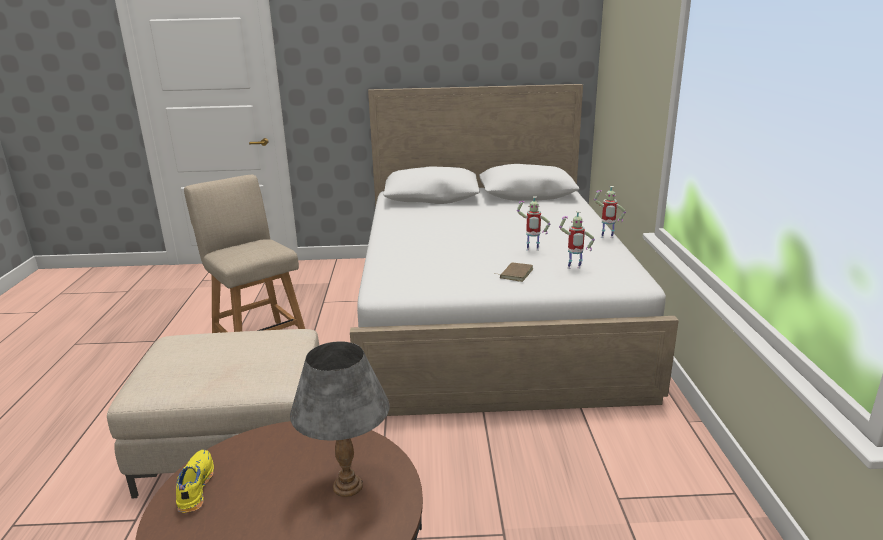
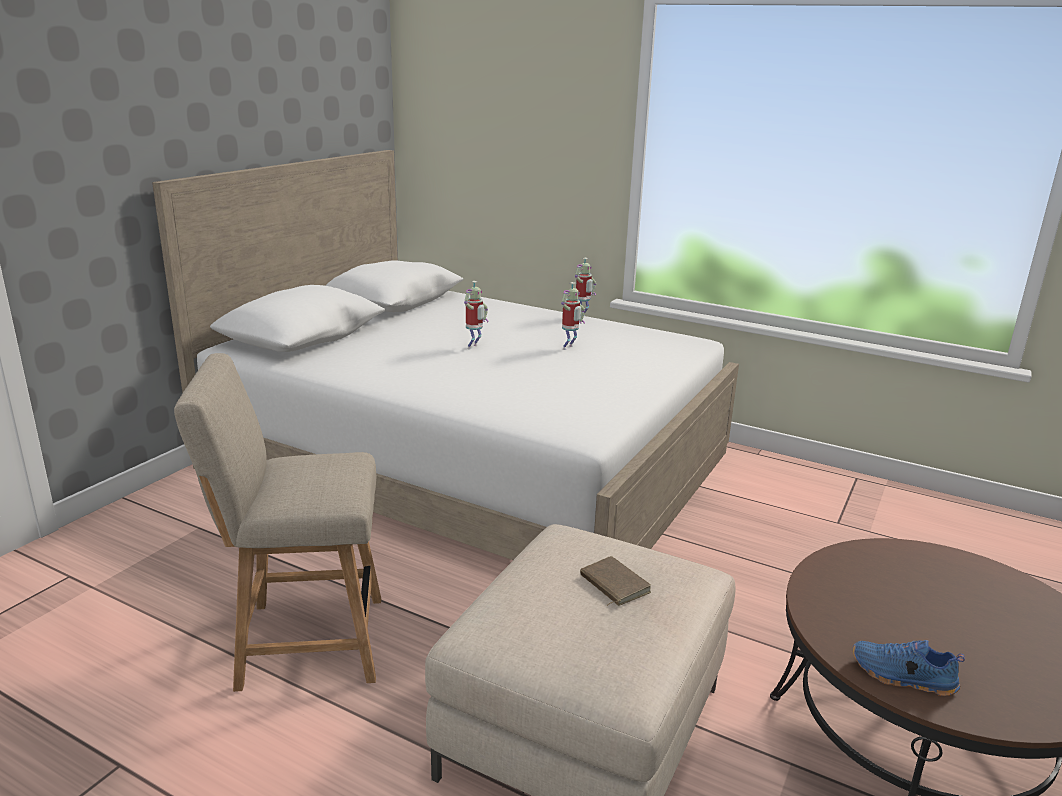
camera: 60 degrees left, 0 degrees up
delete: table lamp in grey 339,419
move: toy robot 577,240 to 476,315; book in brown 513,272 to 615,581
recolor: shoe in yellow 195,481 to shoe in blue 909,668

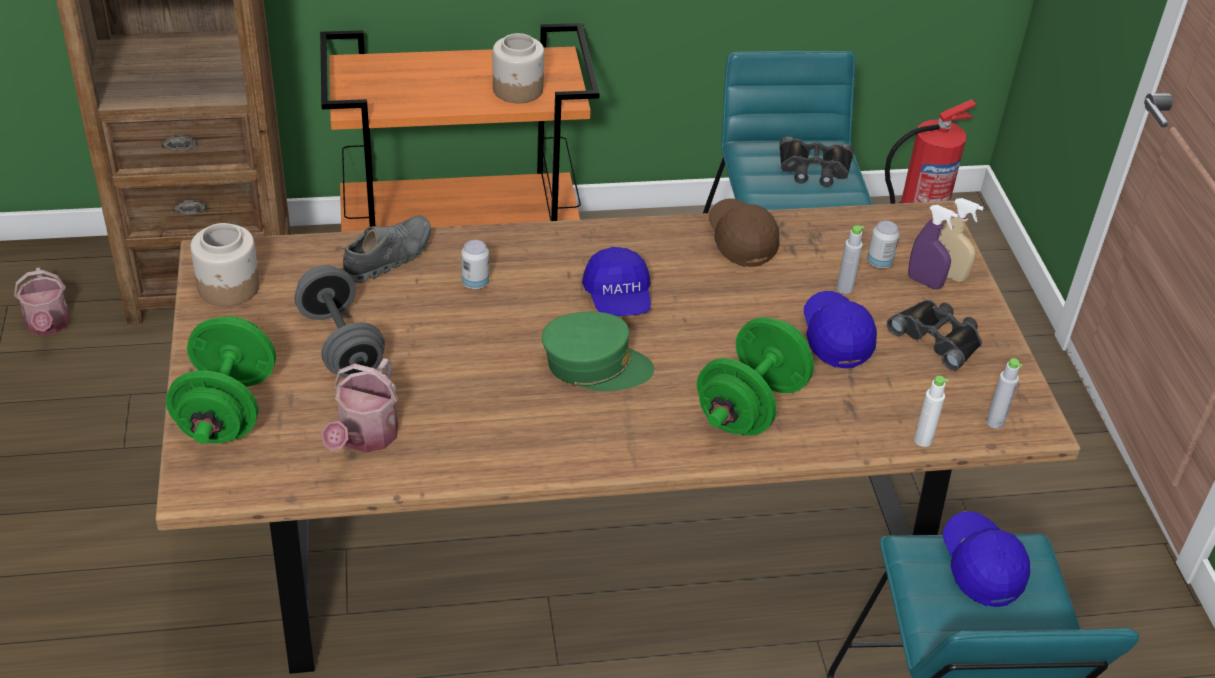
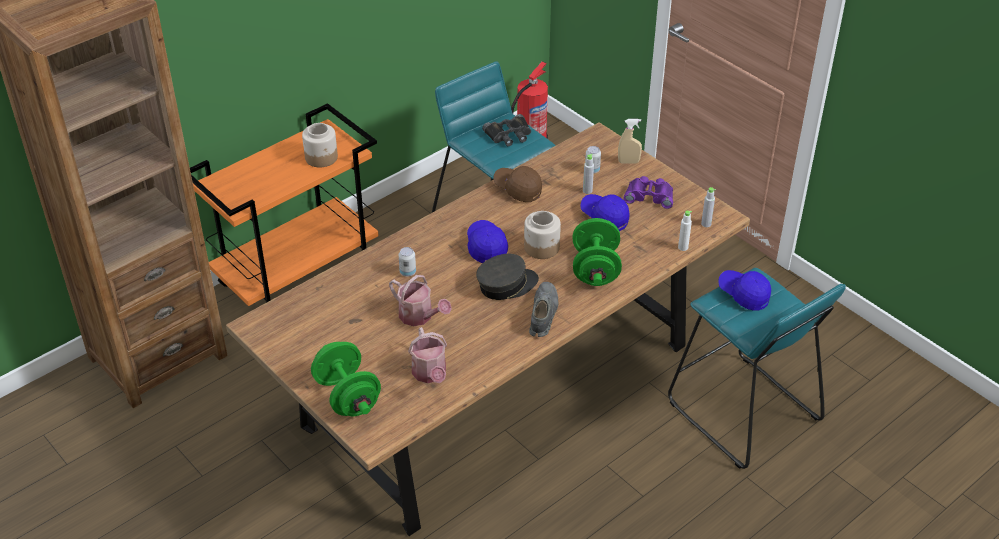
camera: 30 degrees left, 0 degrees up
delete: dumbbell in grey 340,321; spray bottle in purple 933,247
move: watering can 42,302 to 420,300; jar 225,265 to 542,235; shoe in grey 386,249 to 543,309
recolor: cap in green 598,351 to cap in grey 507,277; binoculars in black 934,335 to binoculars in purple 648,192
rotate: cap in blue 616,281 = 487,241 150 degrees counterclockwise

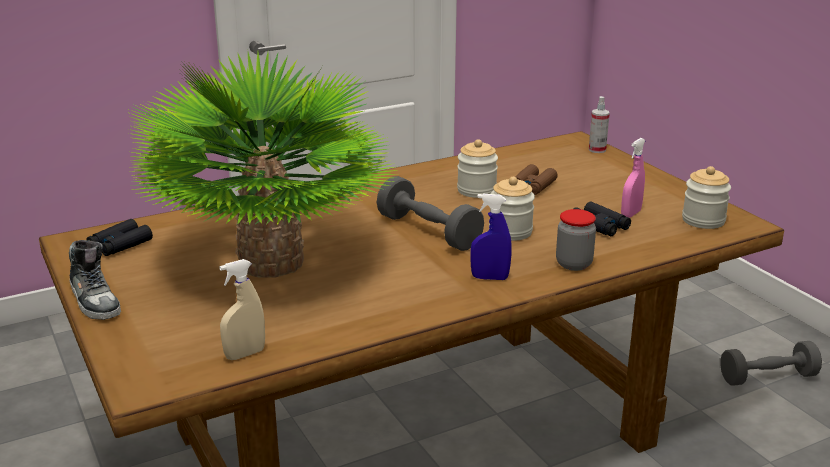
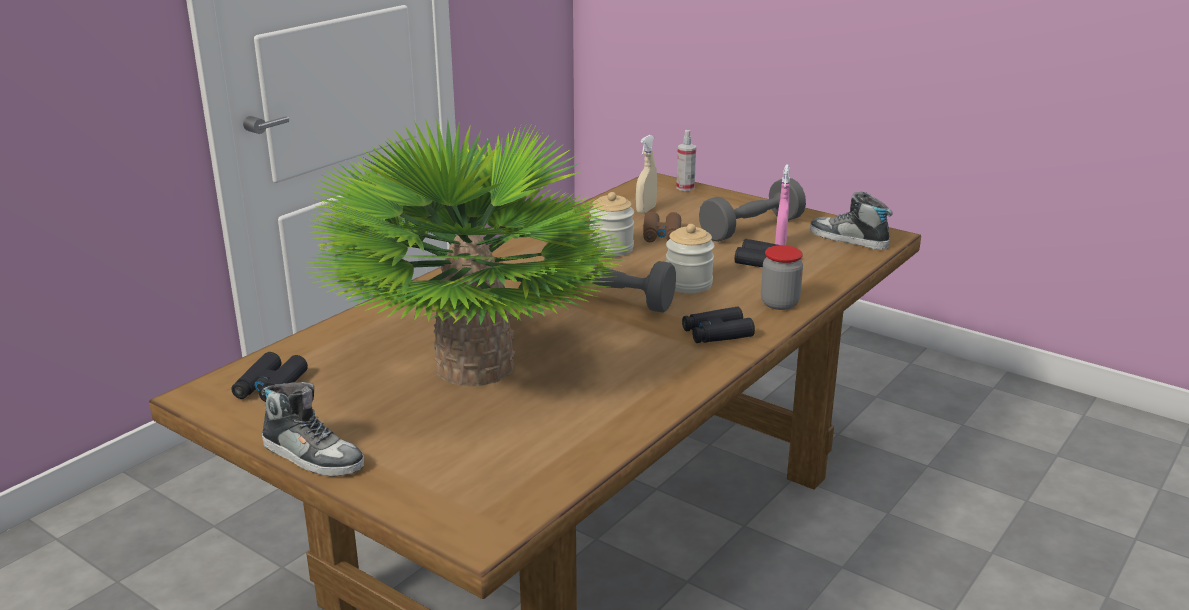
camera: 25 degrees left, 0 degrees up
move: spray bottle in beige 242,309 to 646,174; dumbbell in grey 771,363 to 752,210
replace: spray bottle in blue 490,237 to binoculars in black 718,325; jar 706,197 to shoe 851,221

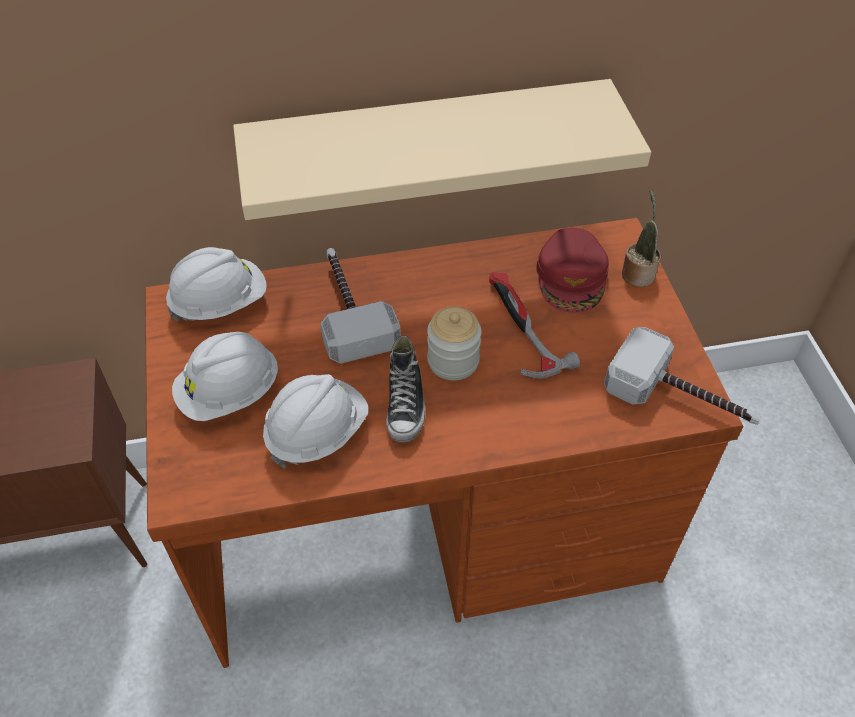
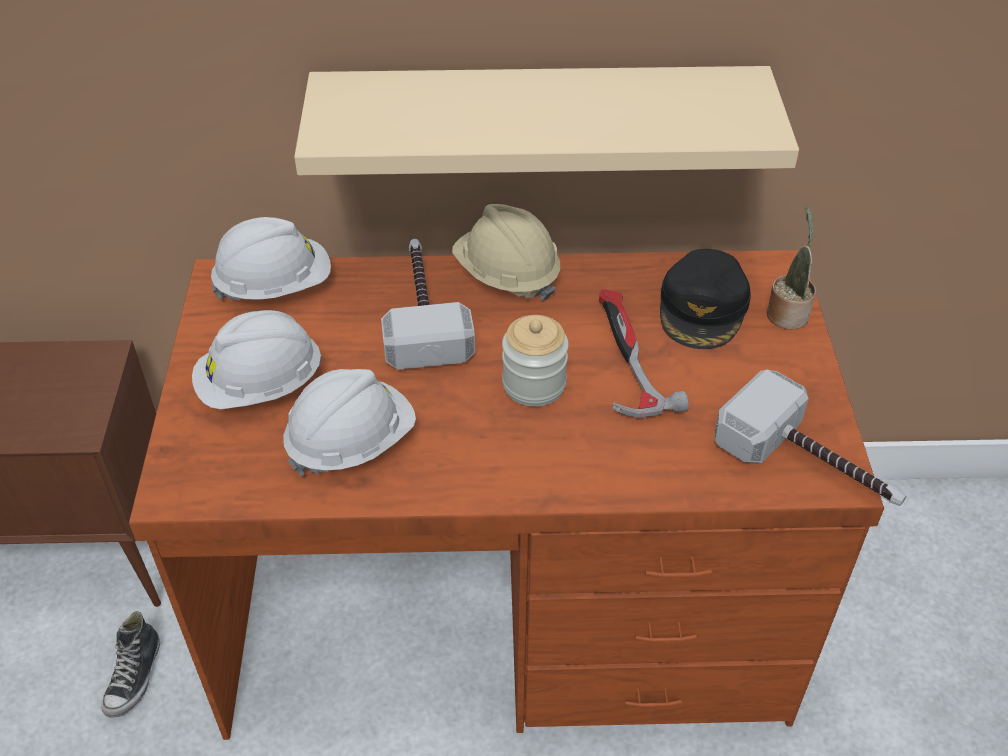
camera: 10 degrees right, 5 degrees down
insert: hard hat in beige 506,252
move: shoe 405,389 to 130,664
recolor: cap in red 572,270 to cap in black 705,299

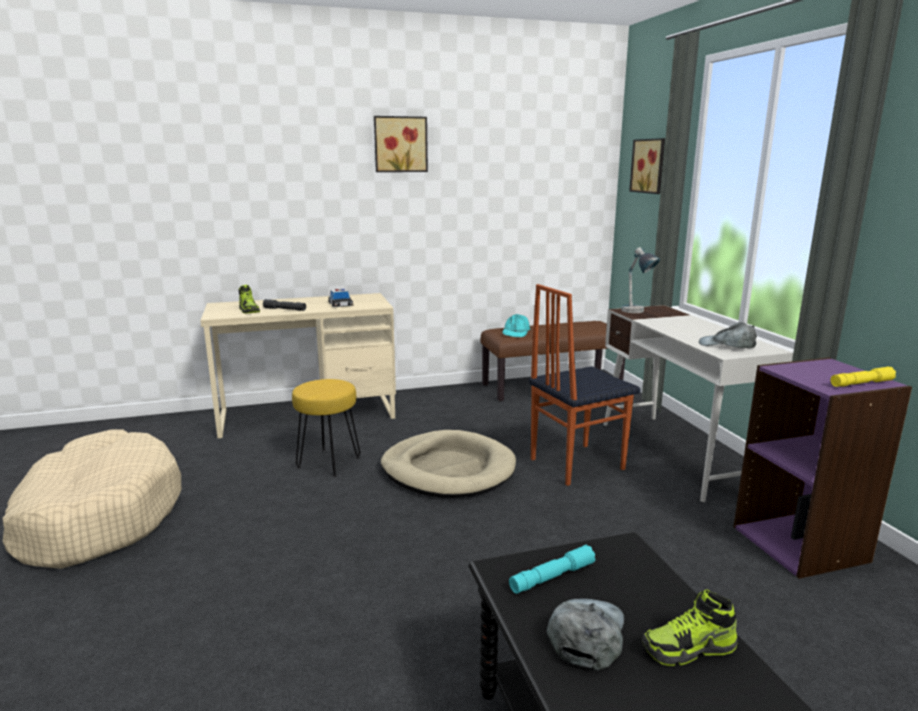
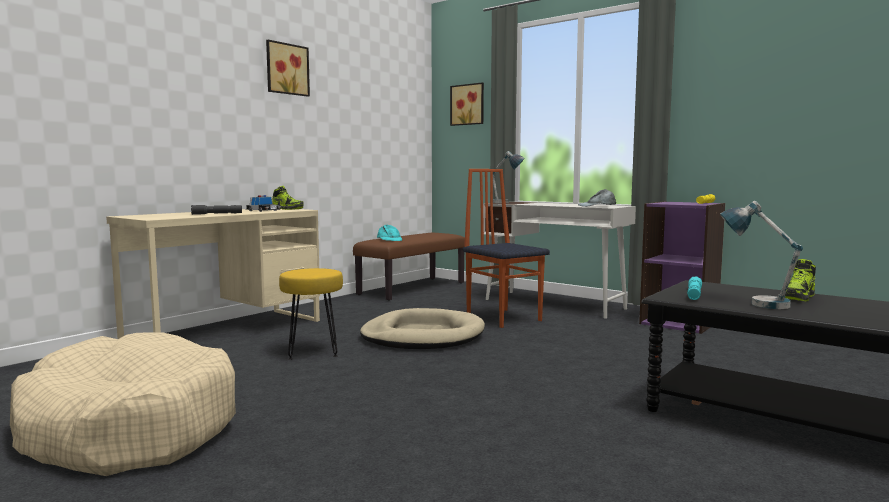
camera: 35 degrees left, 10 degrees down
move: shoe 249,299 to 288,198
replace: cap in grey 585,634 to table lamp 761,255
rotate: chair 585,385 = 506,248 120 degrees clockwise

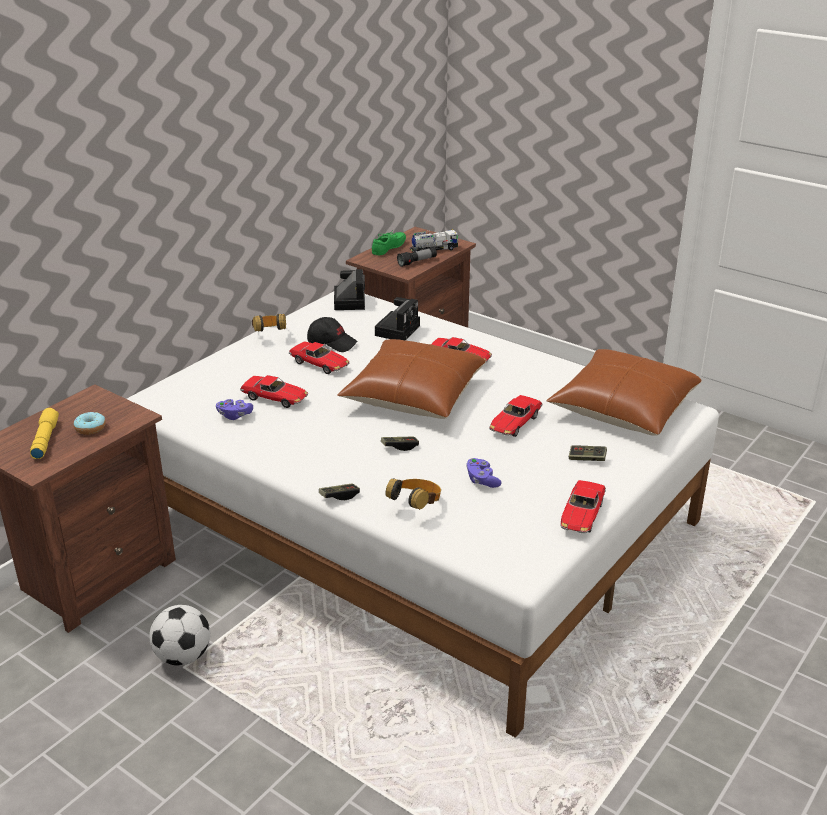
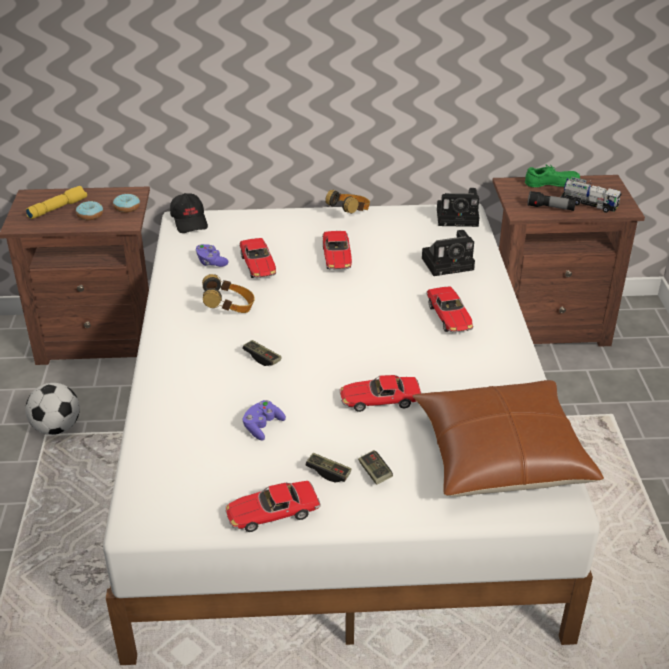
camera: 50 degrees right, 5 degrees up
delete: pillow in brown 411,379
insert: donut 126,203
move: cap in black 332,334 to 189,213; headphones 413,494 to 228,293; game controller 339,491 to 328,467
rotate: photo camera 349,289 = 458,207 45 degrees clockwise

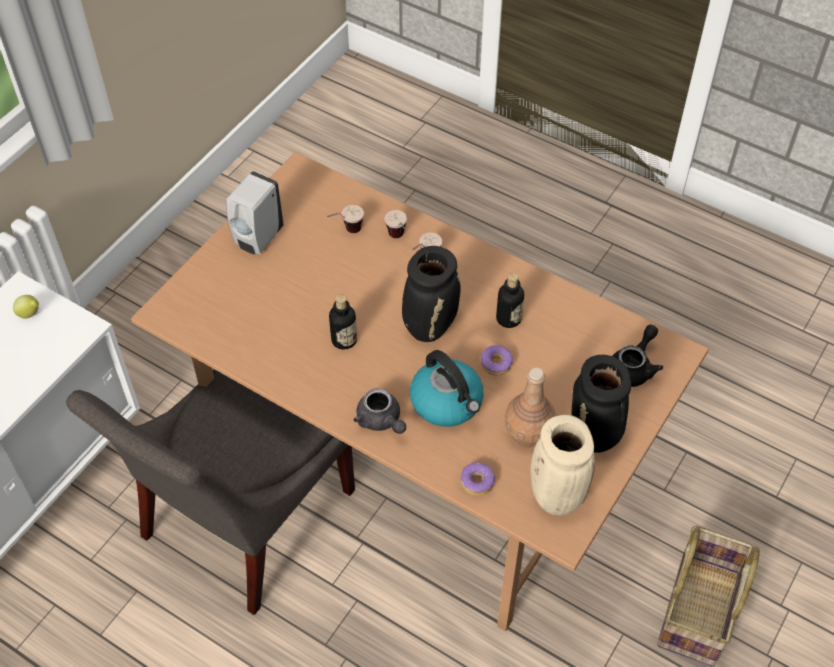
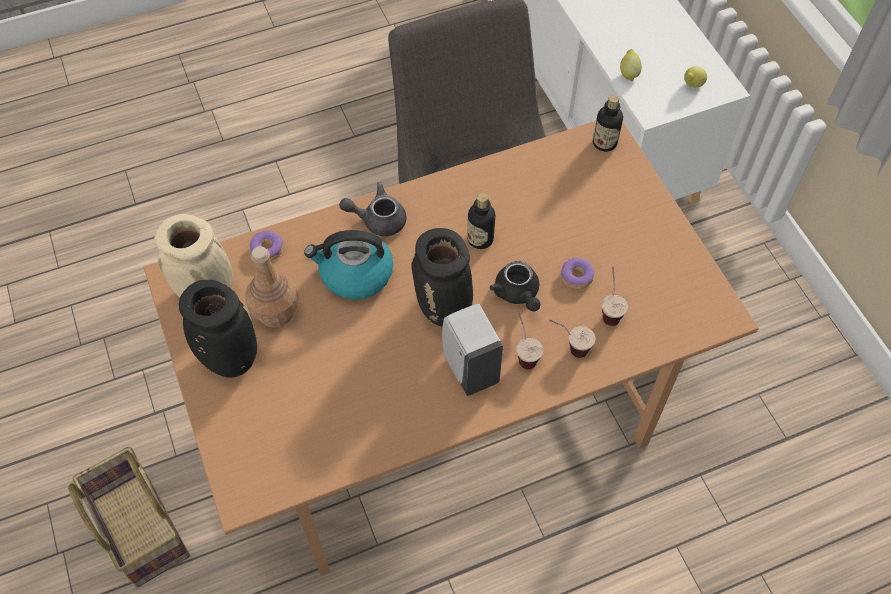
camera: 125 degrees right, 5 degrees up
insert: lemon 631,65
move: soap dispenser in white 255,213 to 472,350; teapot in black 638,355 to 515,286; donut 497,360 to 578,273; bottle 510,300 to 608,123

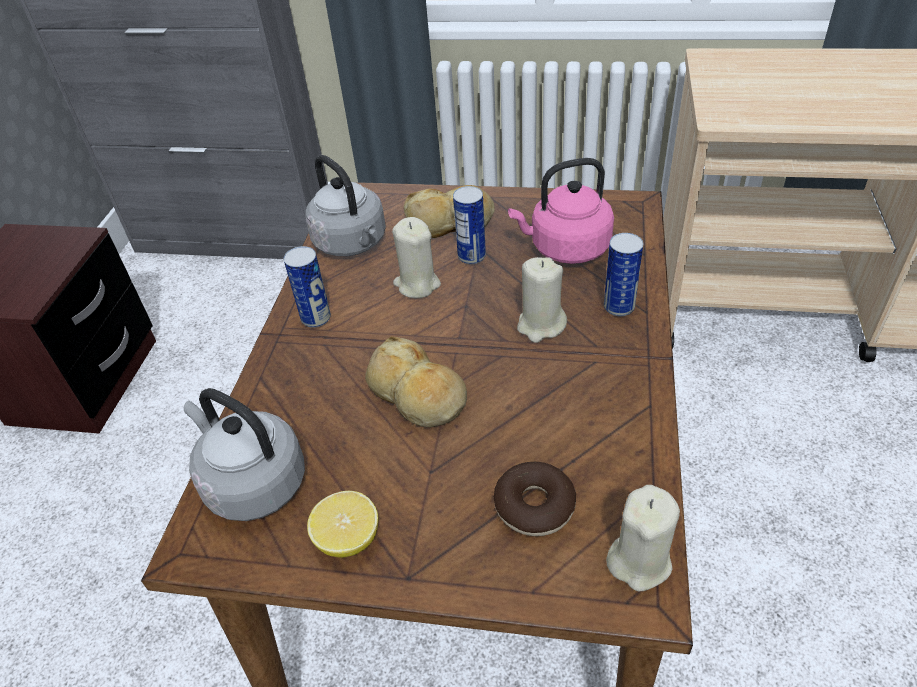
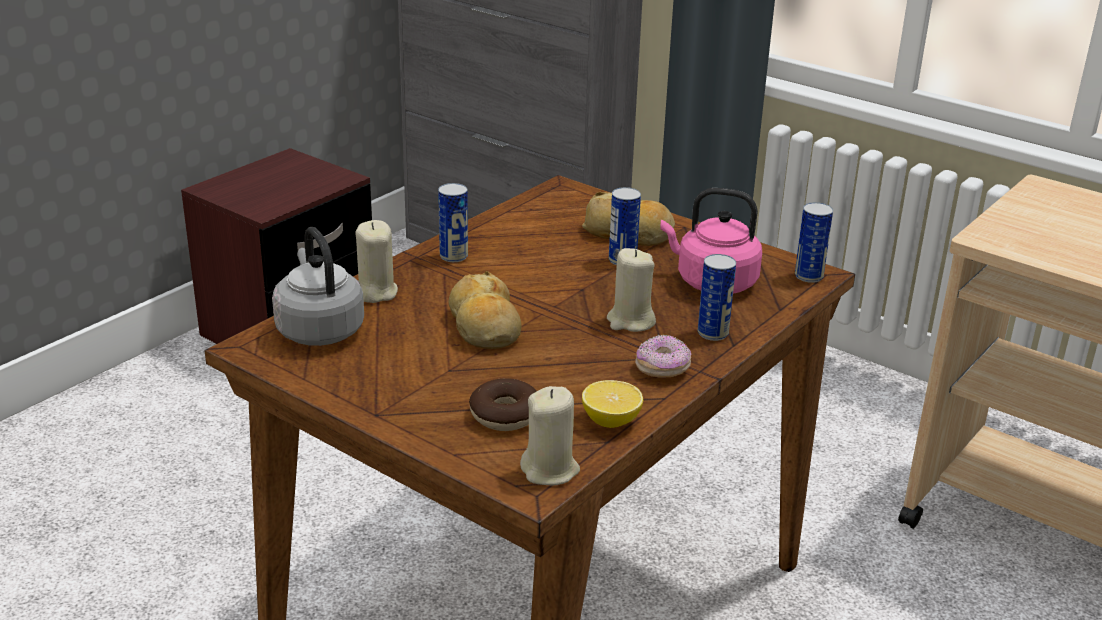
camera: 25 degrees right, 15 degrees down
delete: kettle in grey 345,205
insert: donut 663,355; can 814,242
move: candle in beige 416,258 to 376,261; lemon 342,524 to 612,404

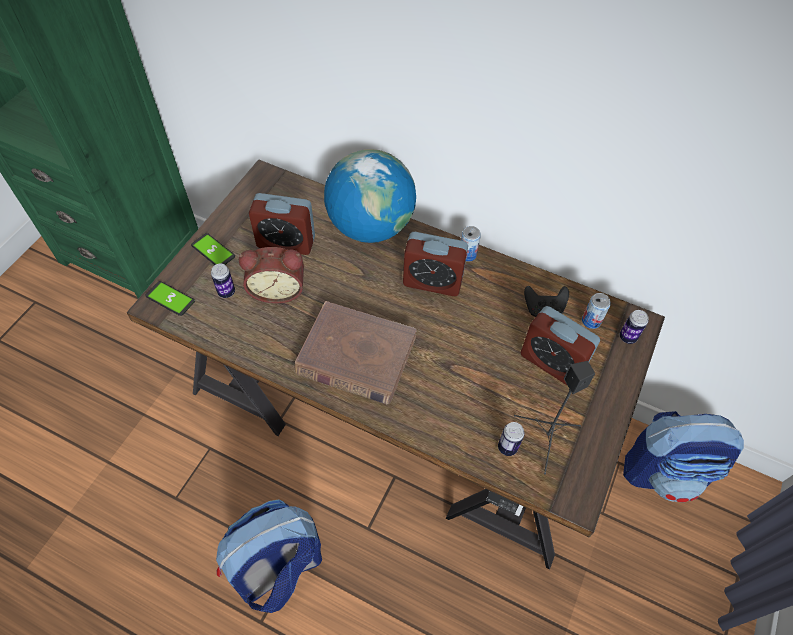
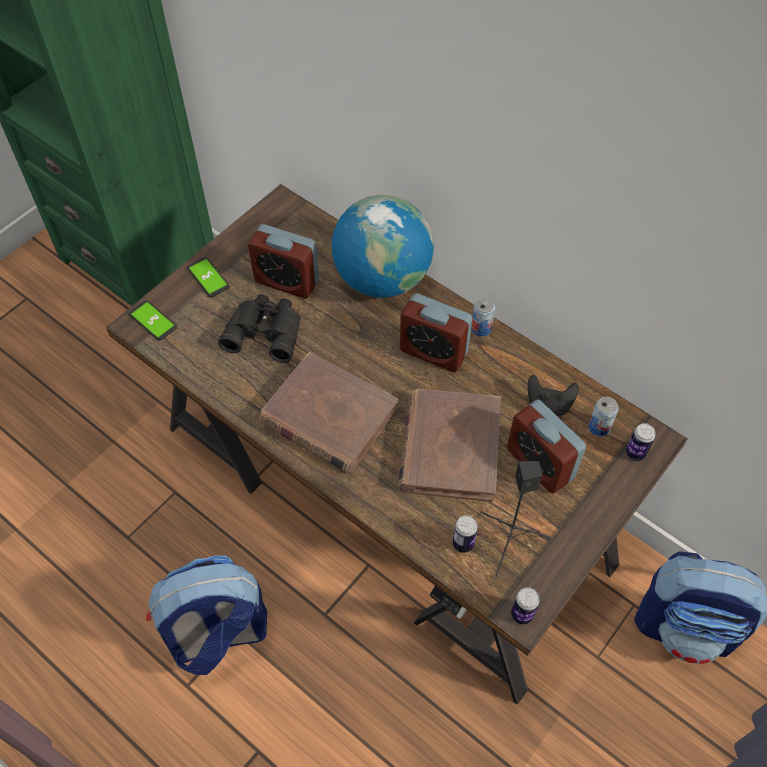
camera: 15 degrees right, 0 degrees up
insert: book in brown 449,445
move: can 223,281 to 525,606
replace: alarm clock 271,275 to binoculars in black 259,328

